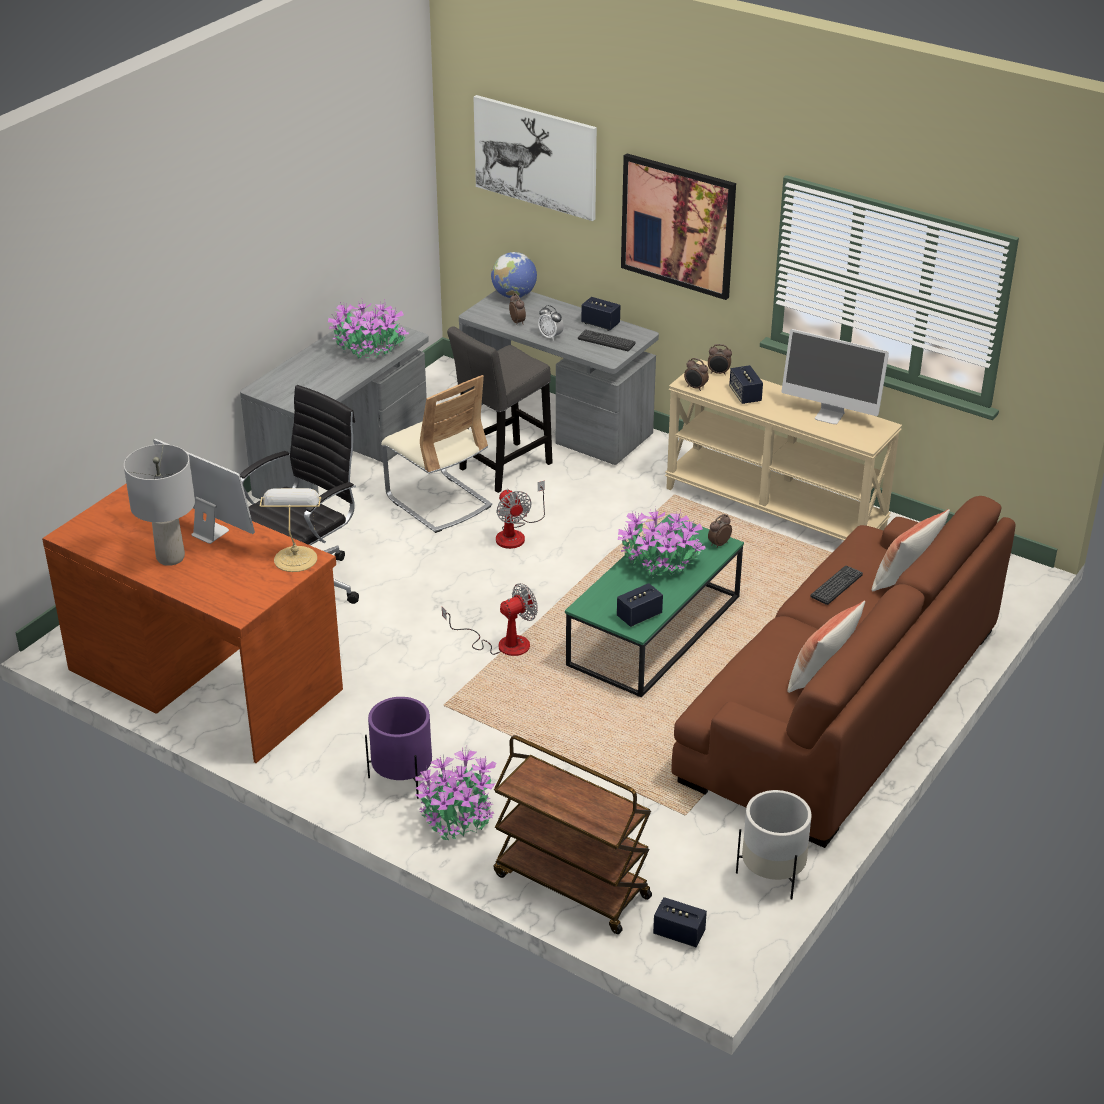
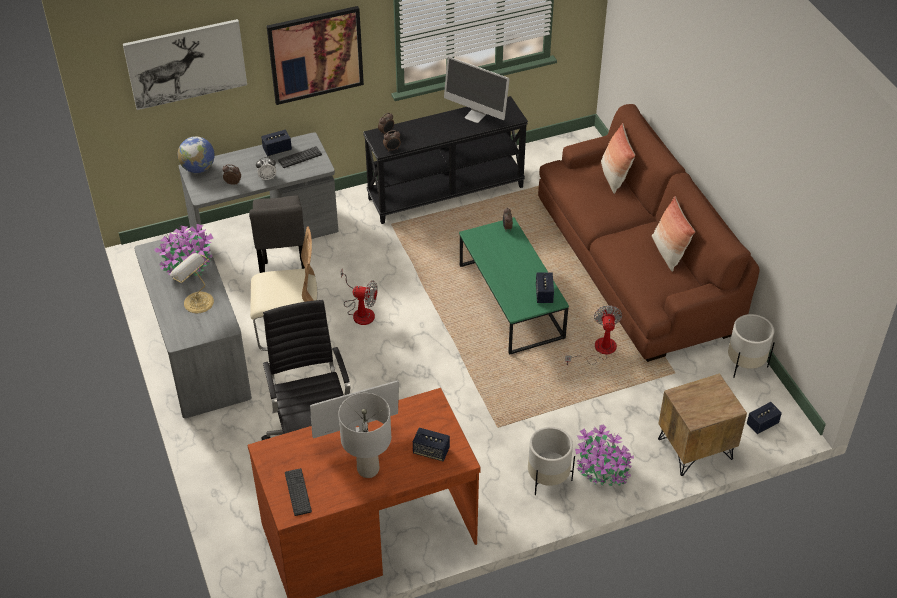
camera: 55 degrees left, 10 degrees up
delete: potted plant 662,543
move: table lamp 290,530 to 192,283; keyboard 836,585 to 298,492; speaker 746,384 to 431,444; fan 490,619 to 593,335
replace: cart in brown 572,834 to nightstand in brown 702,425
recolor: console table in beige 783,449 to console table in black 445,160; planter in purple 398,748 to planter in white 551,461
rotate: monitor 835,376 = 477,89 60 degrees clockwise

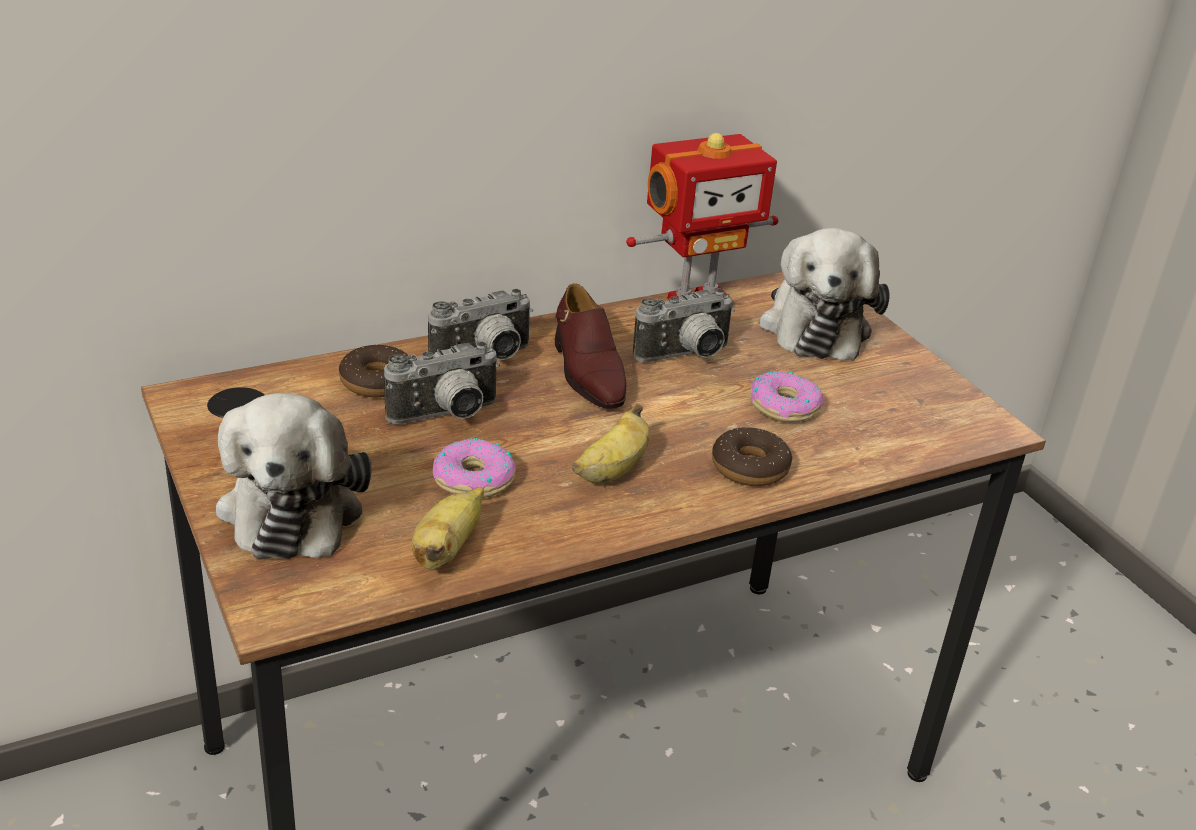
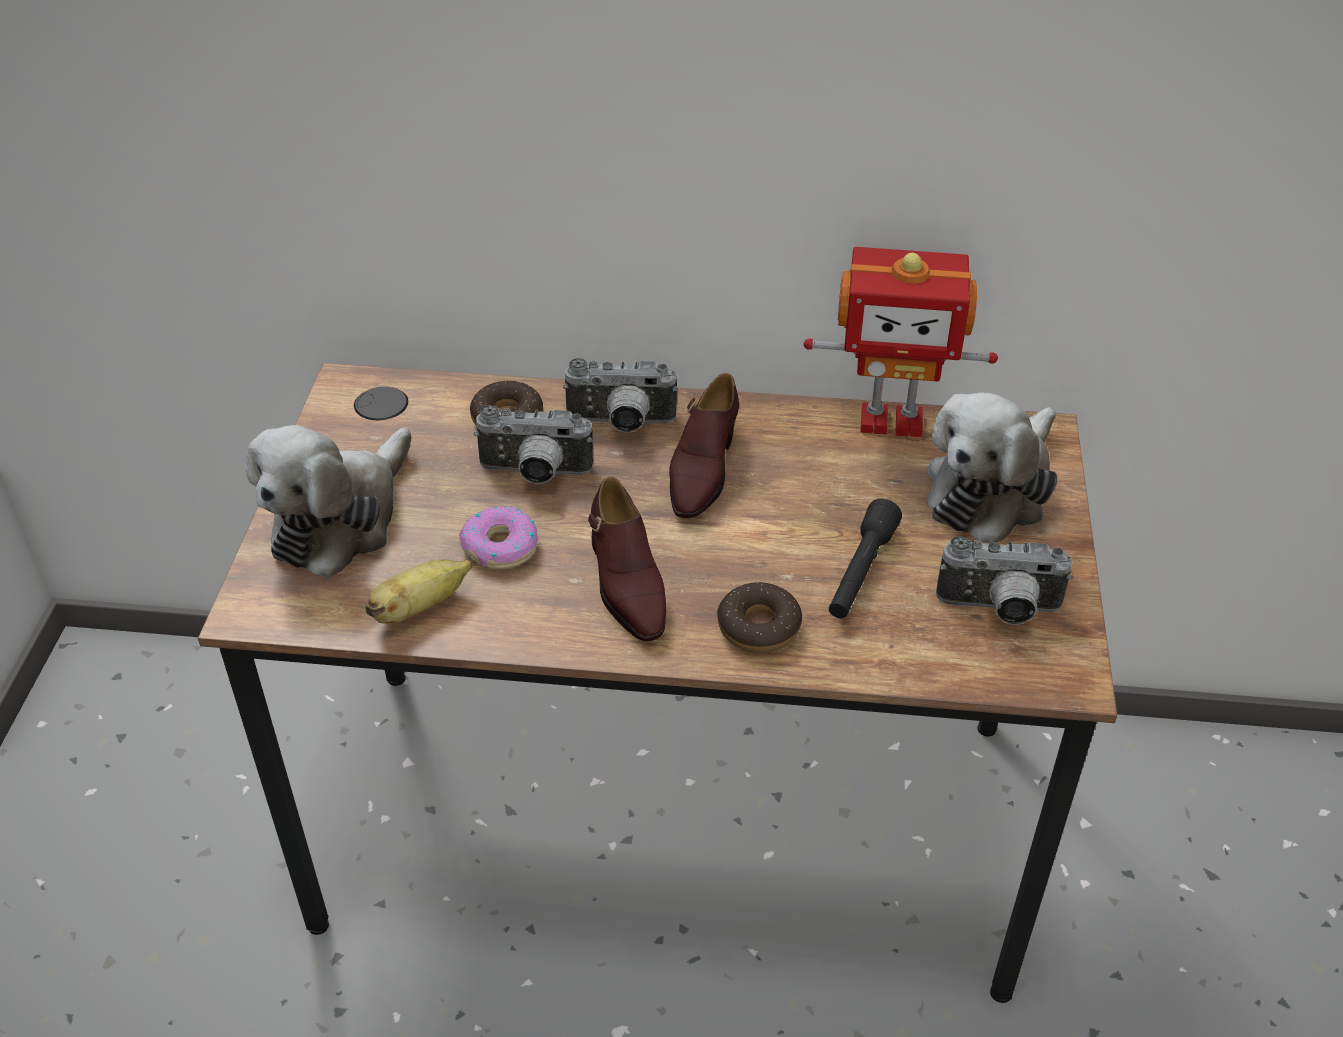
camera: 35 degrees right, 10 degrees up
move: photo camera 684,325 to 1004,580
replace: banana 611,443 to shoe in brown 627,559; donut 787,396 to flashlight in black 865,558

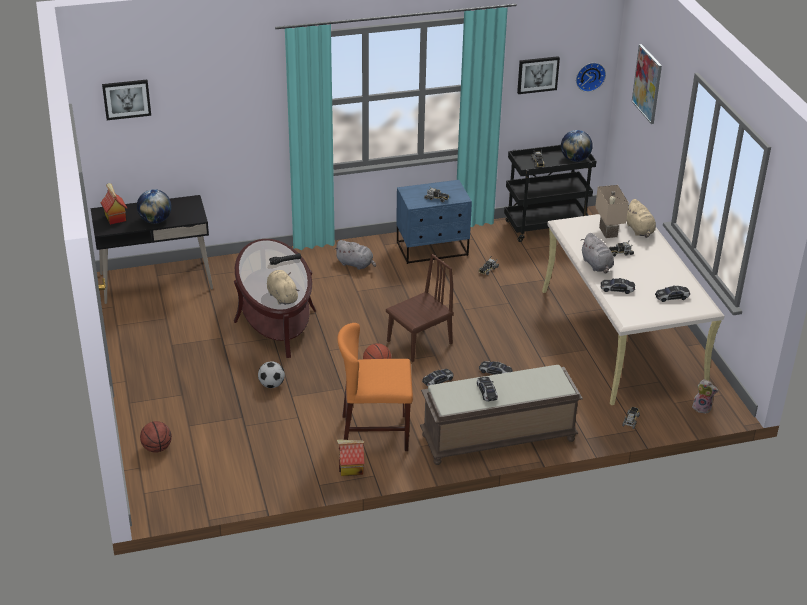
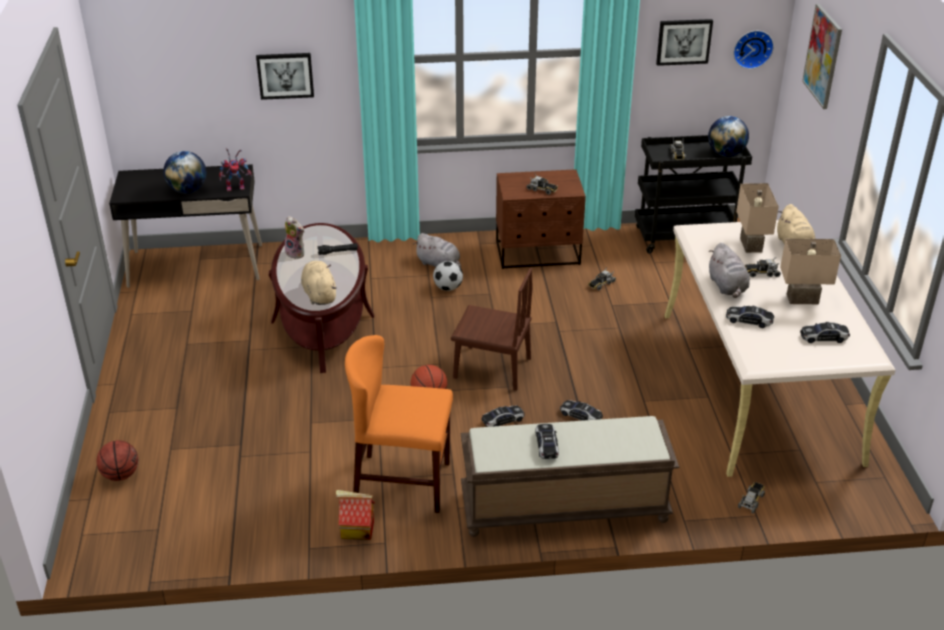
camera: 10 degrees right, 0 degrees up
delete: toy house 114,204
insert: toy robot 236,169; table lamp in beige 810,271
move: picture 126,100 to 285,76; plush toy 705,396 to 294,237; football 271,374 to 448,276
recolor: nightstand in blue 434,222 to nightstand in brown 541,219
rotate: chair in brown 420,308 = 492,329 45 degrees clockwise

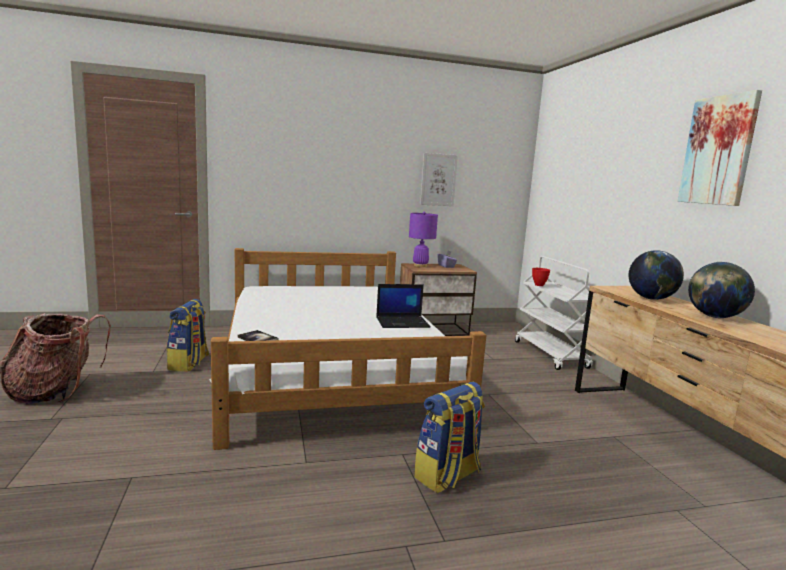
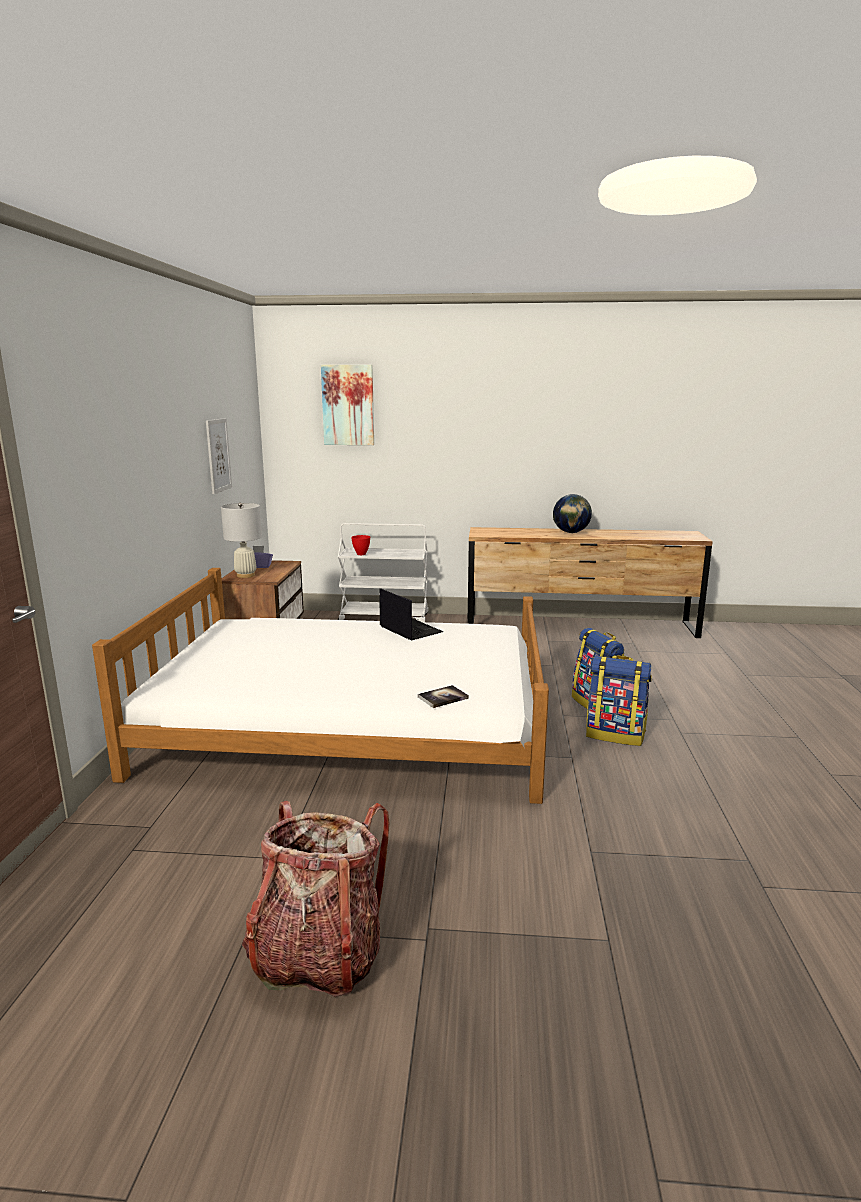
camera: 70 degrees left, 5 degrees up
delete: globe 656,275
move: picture 720,148 to 347,405; backpack 188,335 to 619,700
recolor: table lamp in purple 423,239 to table lamp in white 241,540
rotate: laptop 403,306 = 411,614 45 degrees counterclockwise

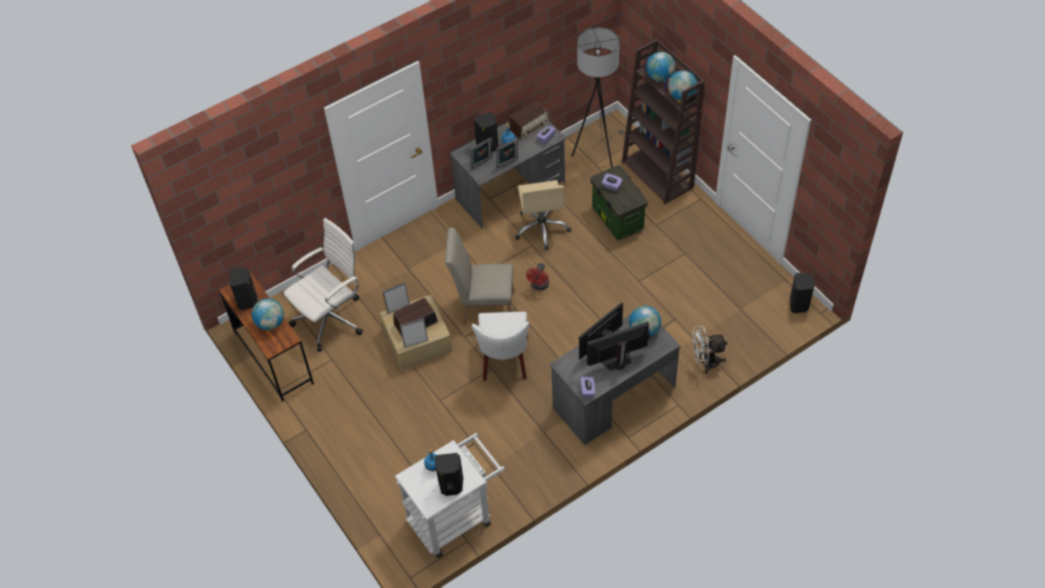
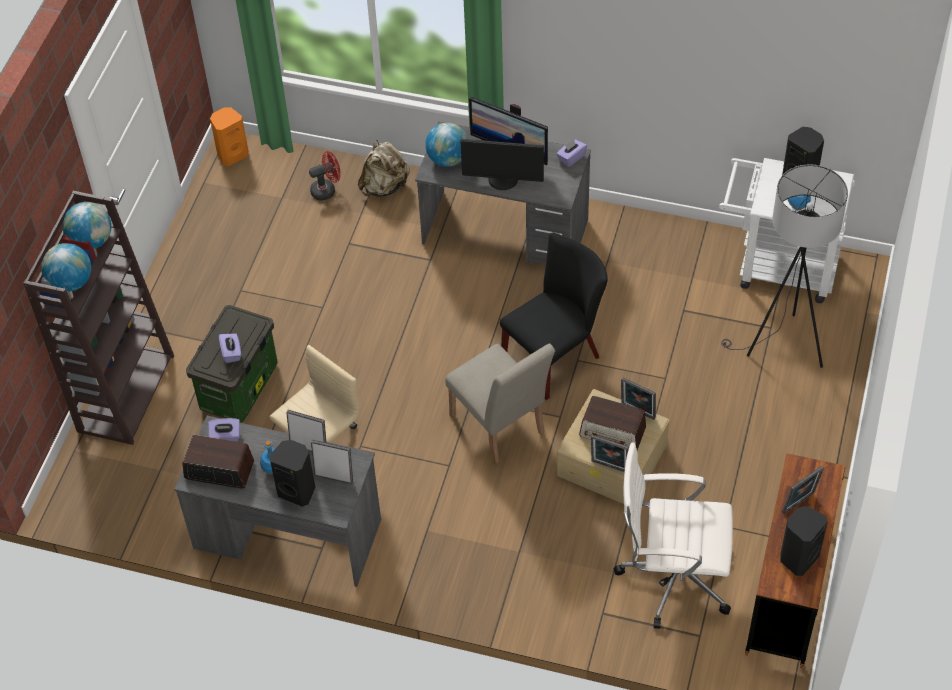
camera: 130 degrees left, 0 degrees up
move: fan in red 537,276 to 325,176; floor lamp in grey 598,97 to 784,266
replace: fan in white 709,350 to backpack in beige 384,168; globe 268,314 to picture frame 803,490
recolor: speaker in black 802,293 to speaker in orange 229,136; chair in white 500,346 to chair in black 554,316

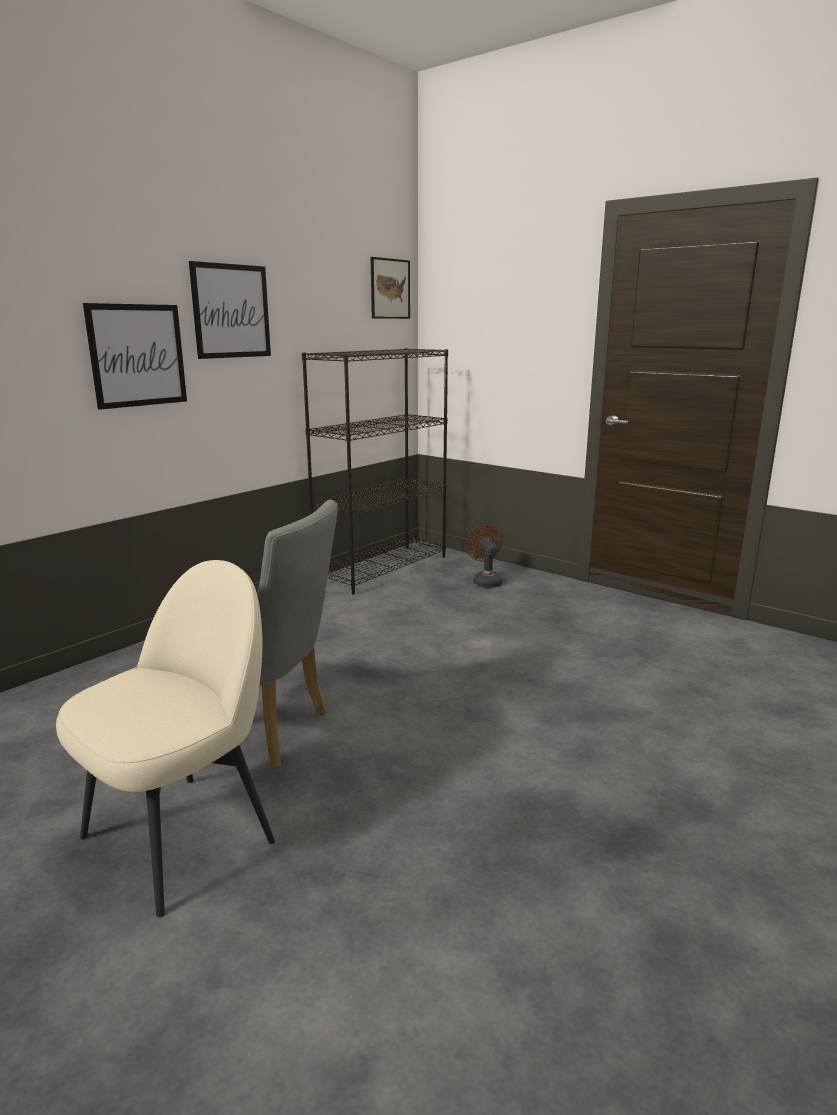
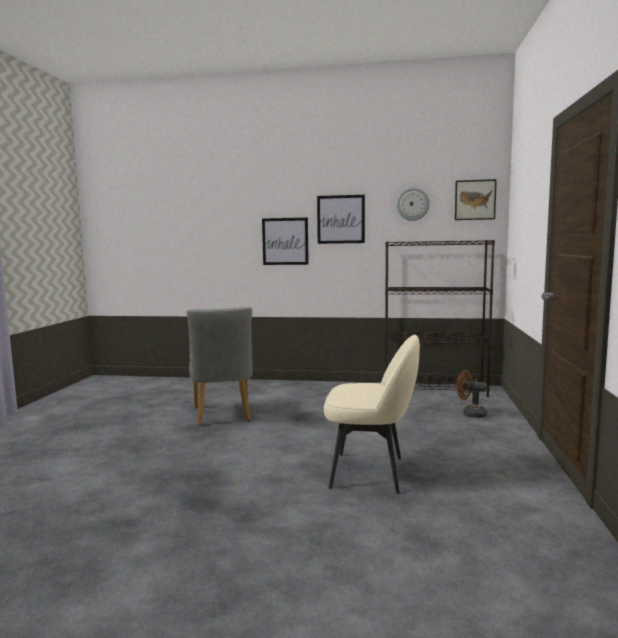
camera: 60 degrees right, 10 degrees down
insert: wall clock 413,204
move: chair in beige 165,738 to 372,414
rotate: fan in brown 484,556 = 471,394 105 degrees counterclockwise

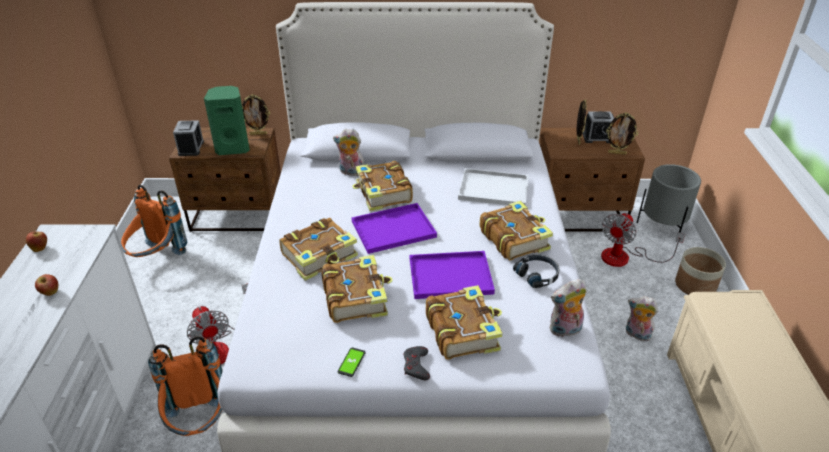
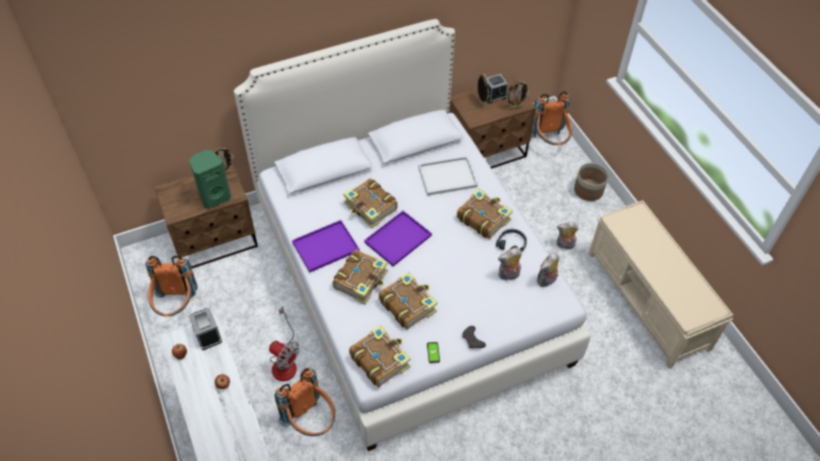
camera: 25 degrees left, 15 degrees up
delete: fan 643,240
move: alarm clock 188,138 to 205,329; tray in purple 452,275 to 325,246; book 464,322 to 380,356; plush toy 348,152 to 510,264
replace: planter in grey 669,203 to backpack in orange 551,118

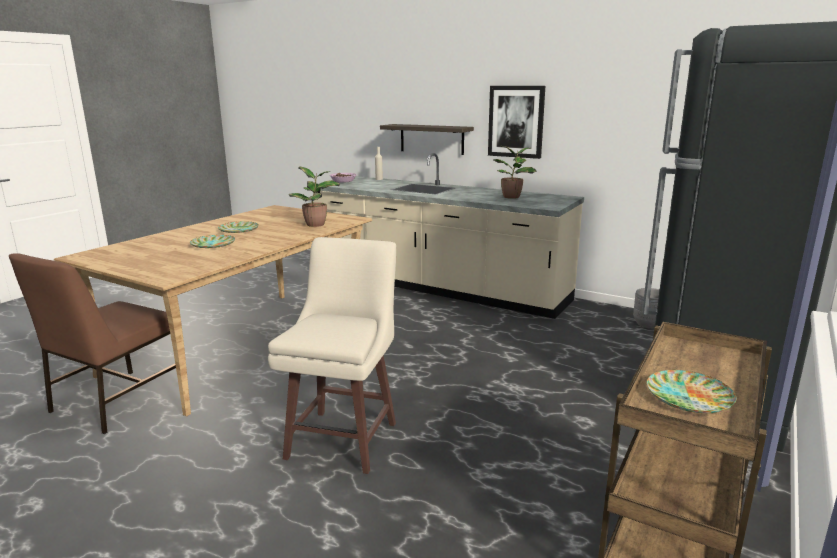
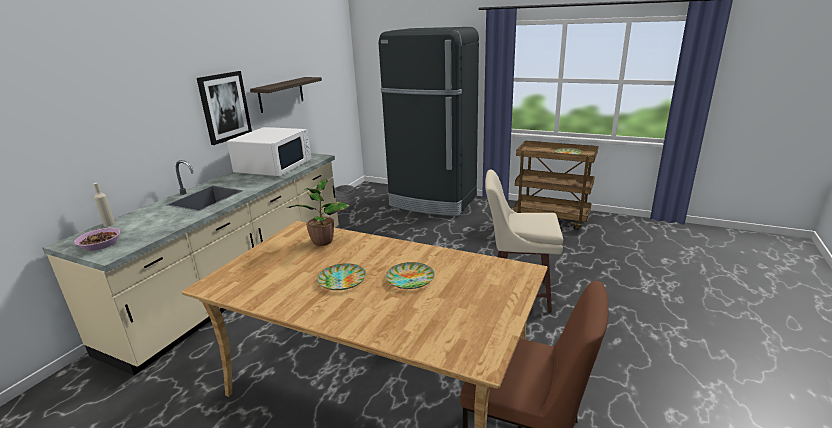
camera: 95 degrees left, 5 degrees up
move: shelf 427,139 to 286,95
replace: potted plant 514,172 to microwave in white 269,151

